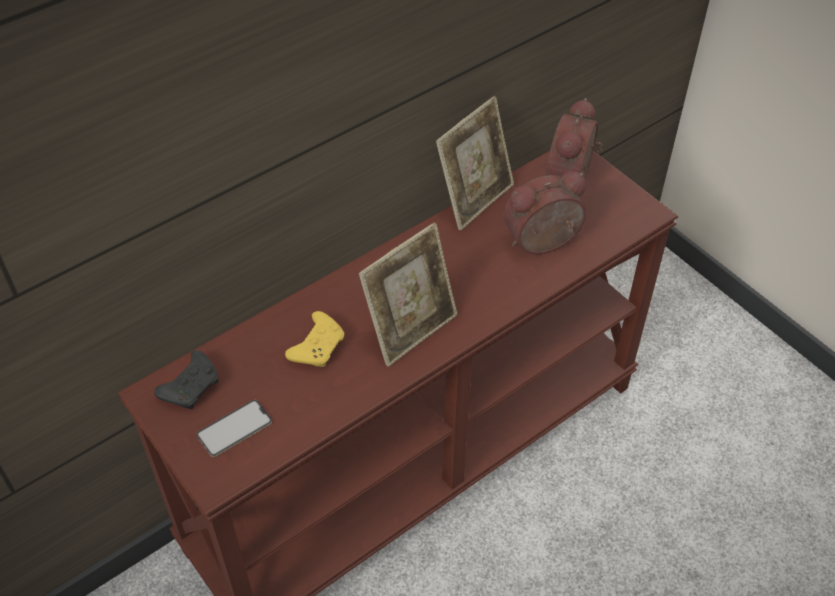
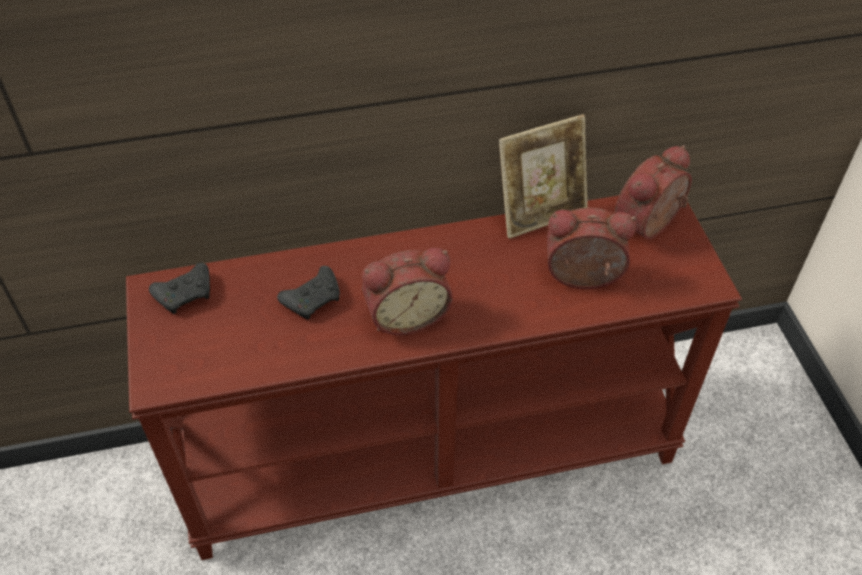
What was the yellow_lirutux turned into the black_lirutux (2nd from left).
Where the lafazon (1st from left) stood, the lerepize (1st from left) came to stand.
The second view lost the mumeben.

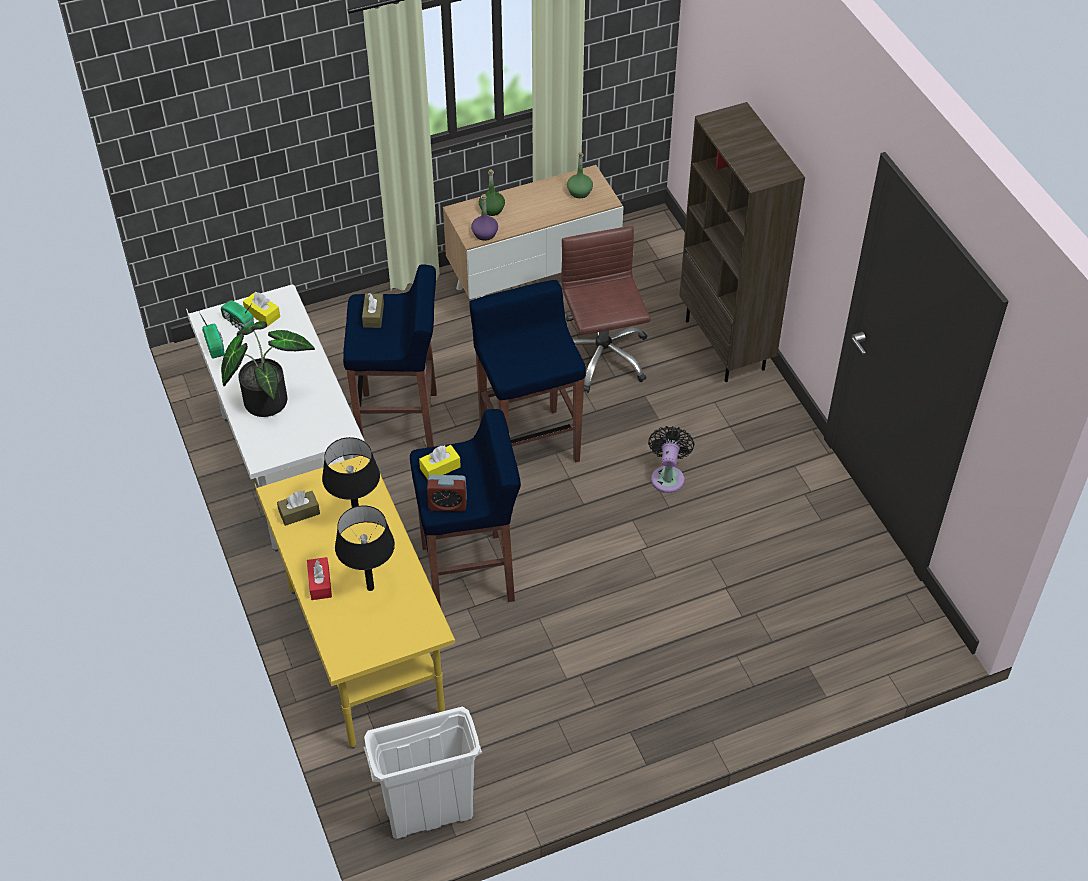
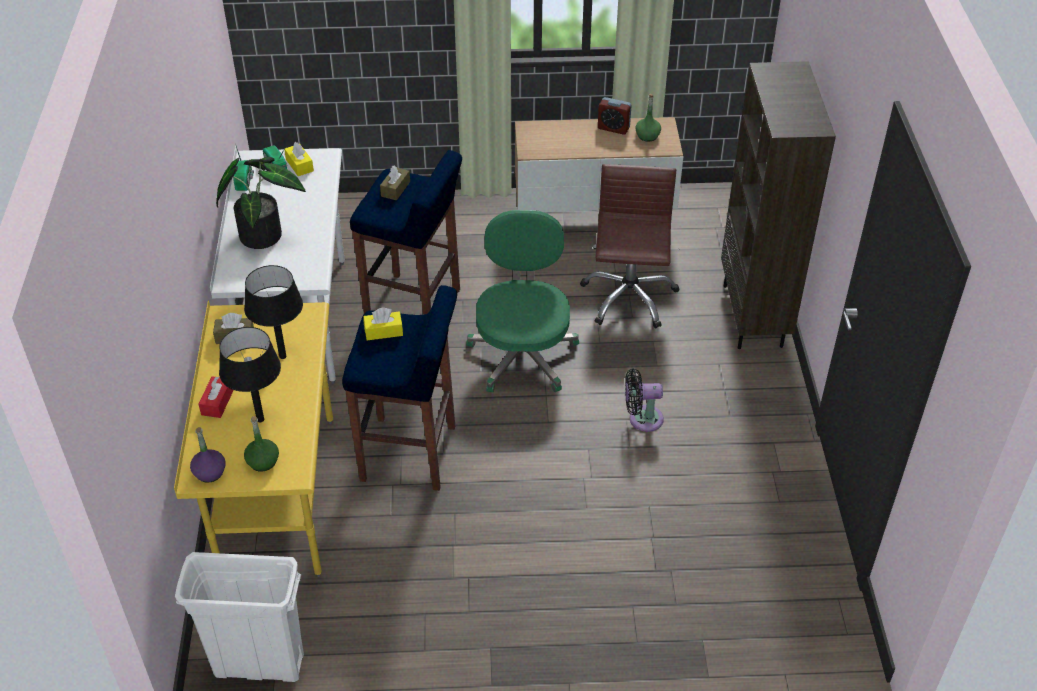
The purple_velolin ended up elsewhere.
The green_velolin (1st from left) ended up elsewhere.
Where the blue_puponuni (3rd from left) stood, the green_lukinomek came to stand.
The lerepize ended up elsewhere.
The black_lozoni ended up facing another way, 120 degrees counterclockwise from before.

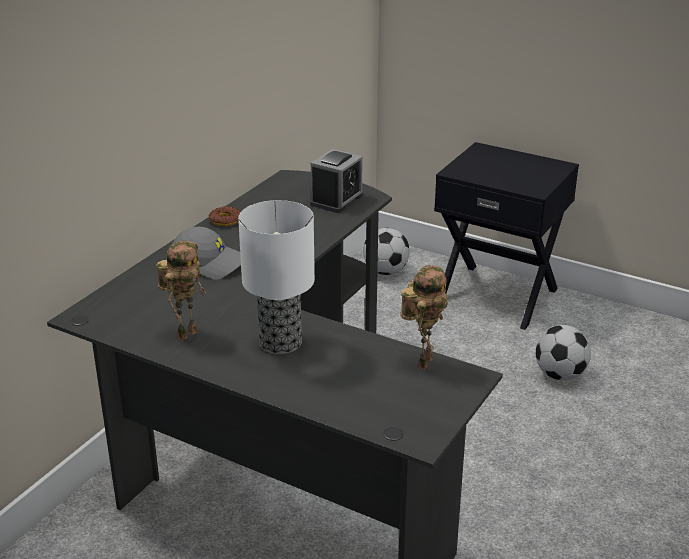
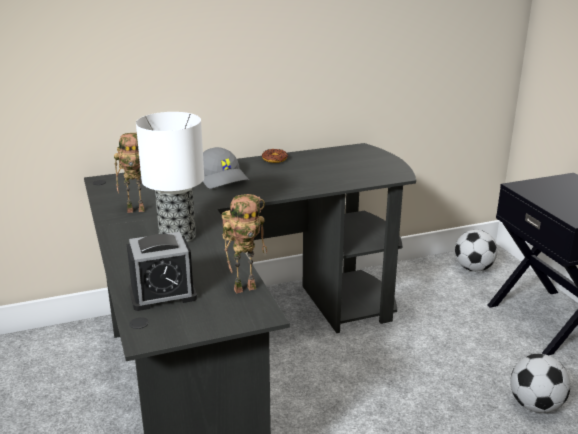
The lerepize ended up elsewhere.

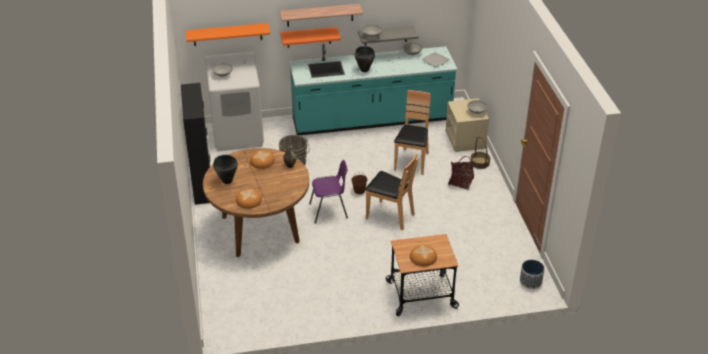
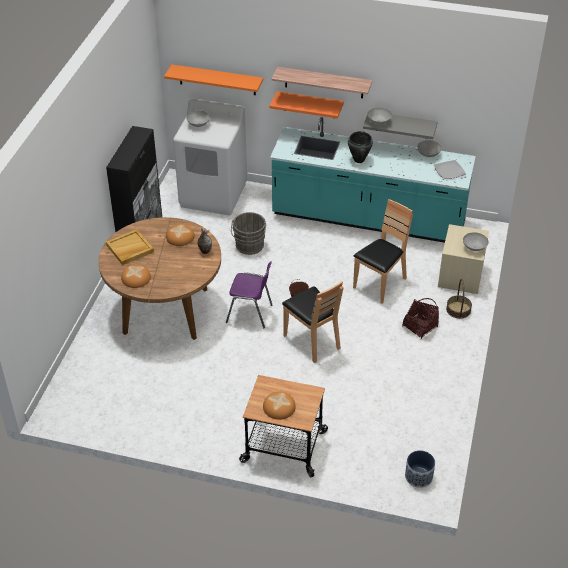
Where the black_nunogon (1st from left) stood, the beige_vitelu came to stand.

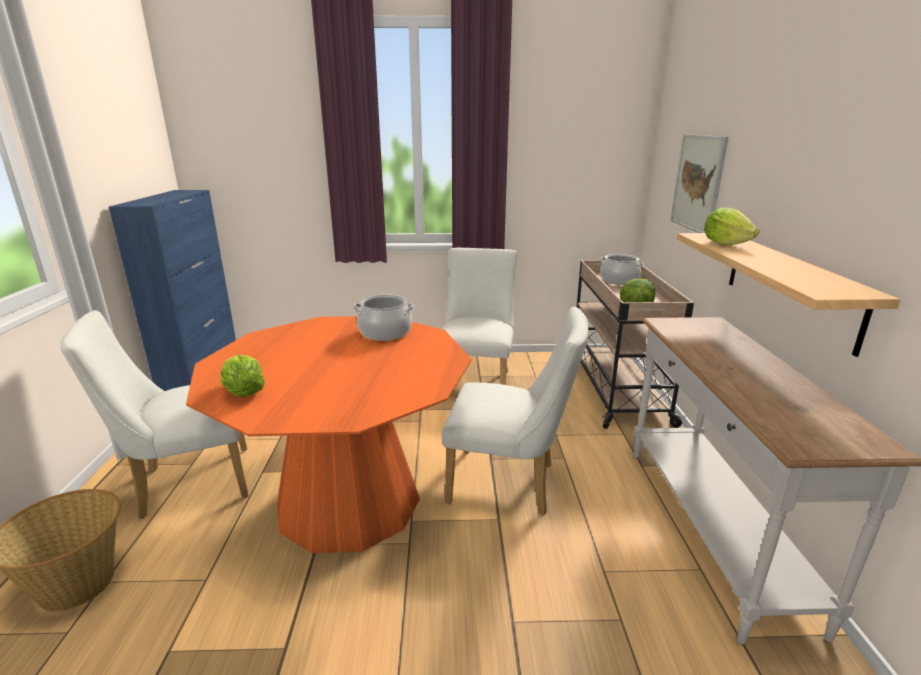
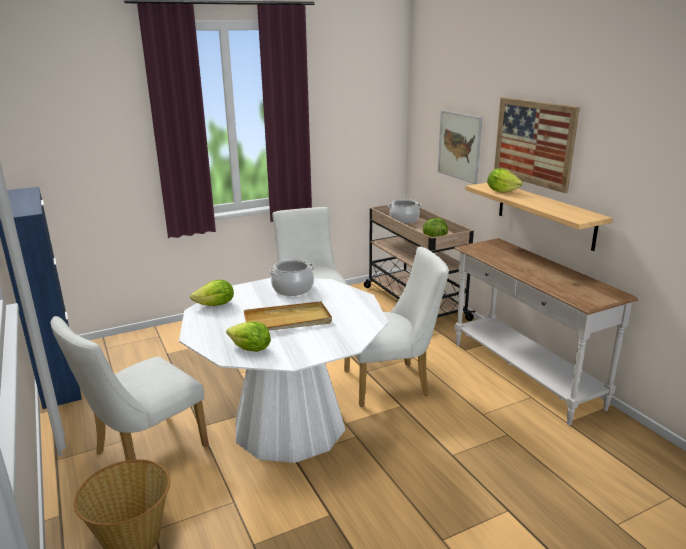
What was the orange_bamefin turned into the white_bamefin.
The second view gained the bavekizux (1st from left).
The second view gained the beige_vitelu.
The second view gained the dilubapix (2nd from left).

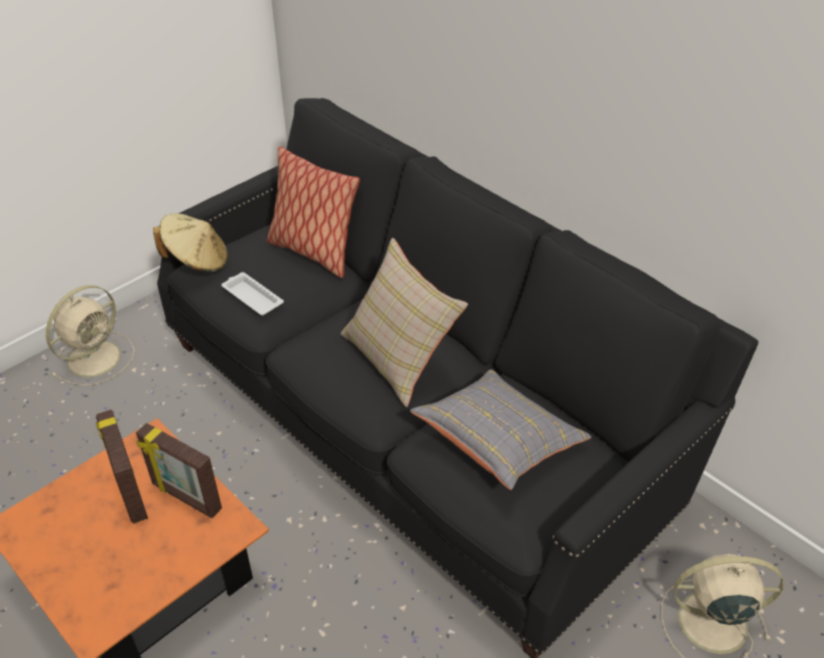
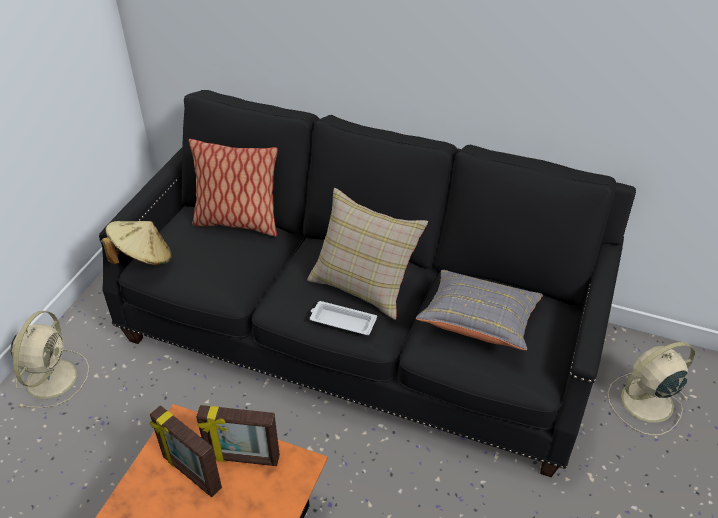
The white_vitelu ended up elsewhere.

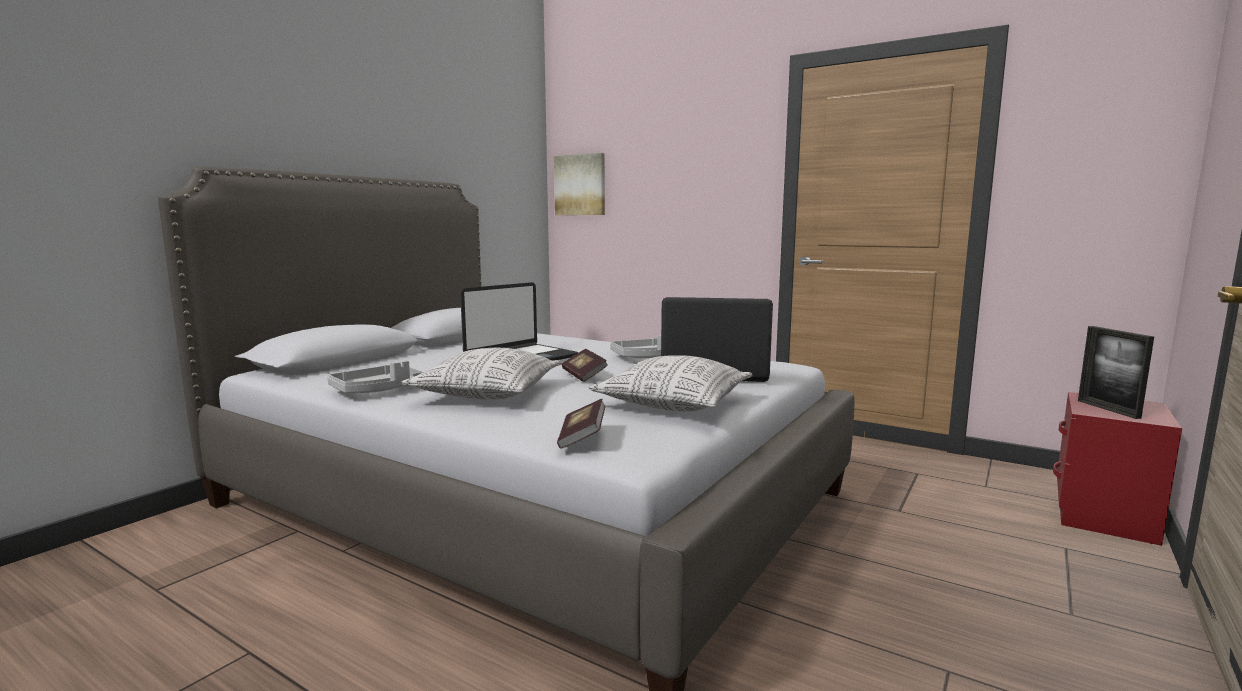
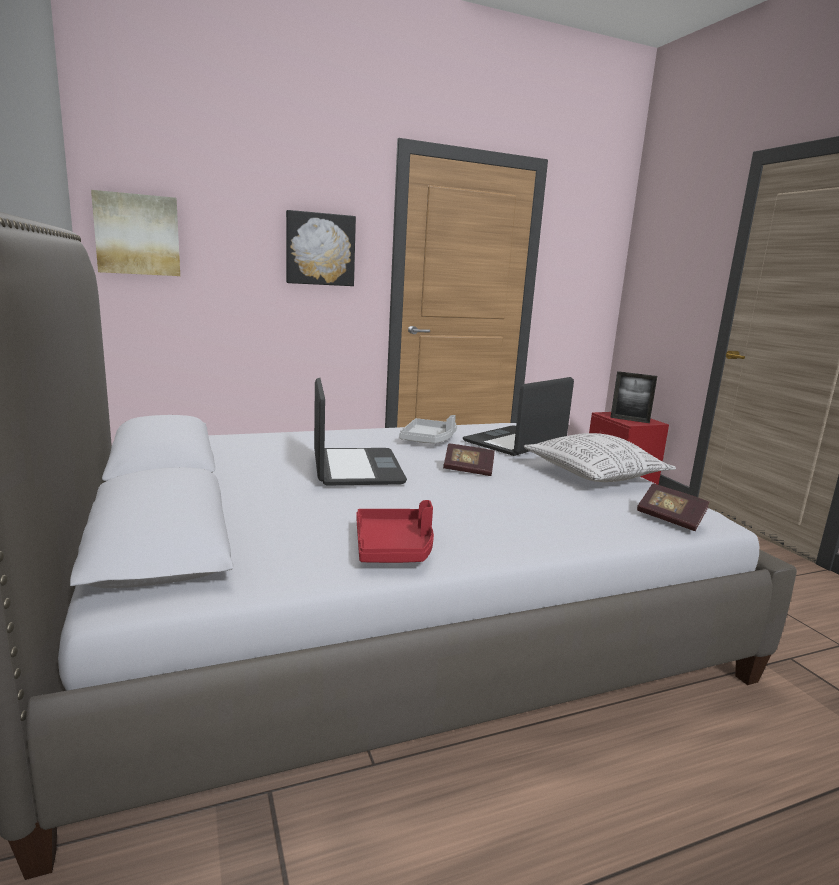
The second view gained the dilubapix (2nd from left).
What was the grey_vitelu (1st from left) turned into the red_vitelu.
The second view lost the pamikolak (1st from left).

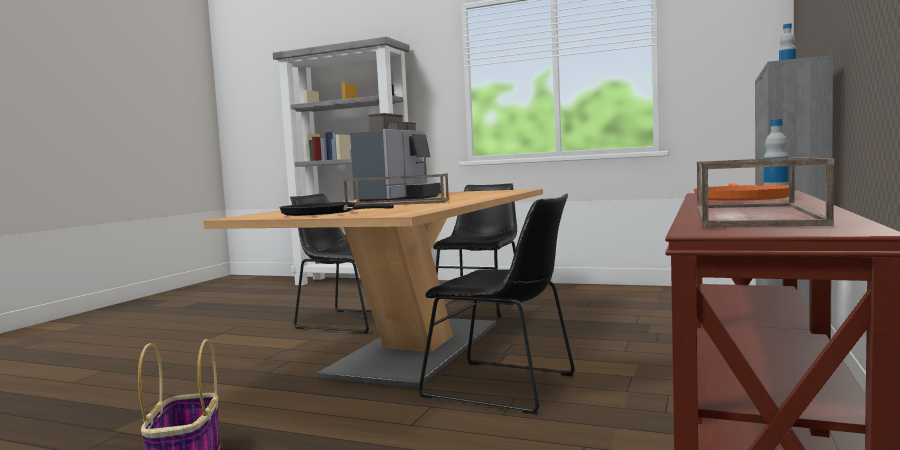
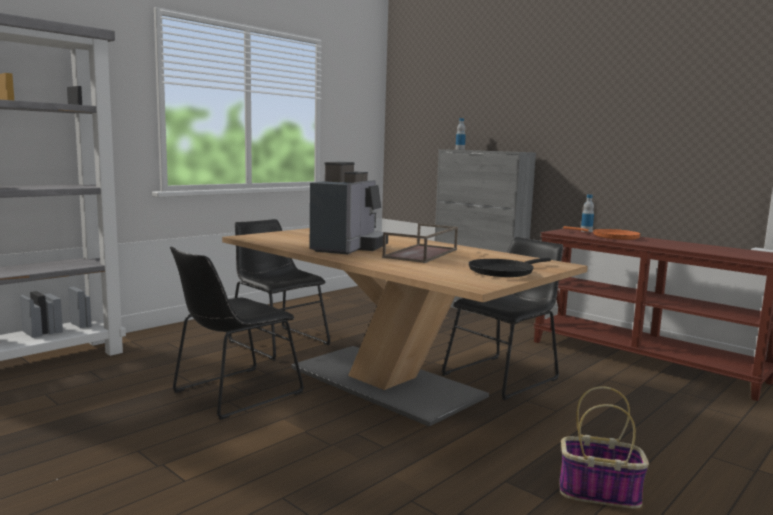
The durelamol ended up facing another way, 60 degrees clockwise from before.
The second view lost the brown_vitelu (2nd from left).

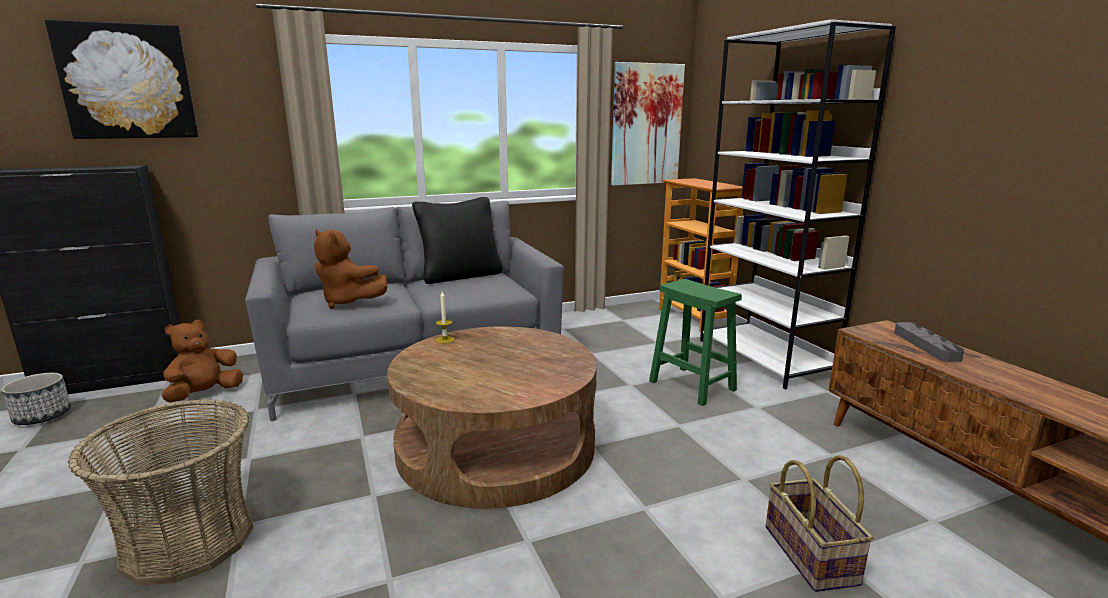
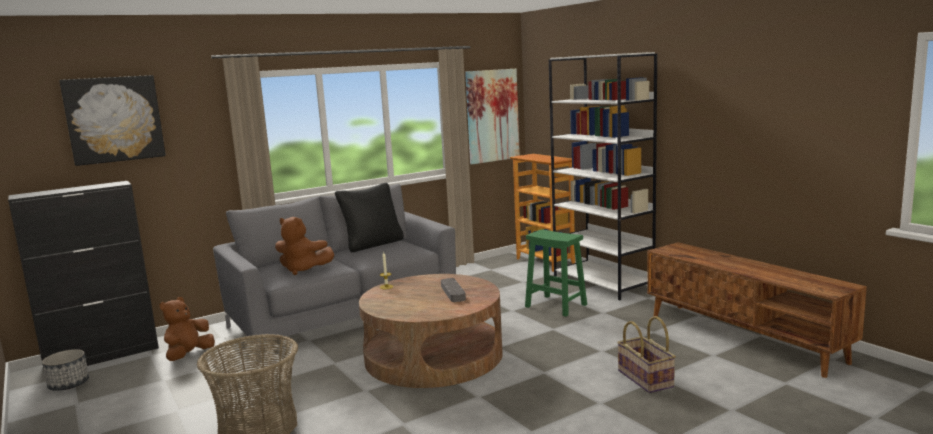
The grey_vitelu ended up elsewhere.

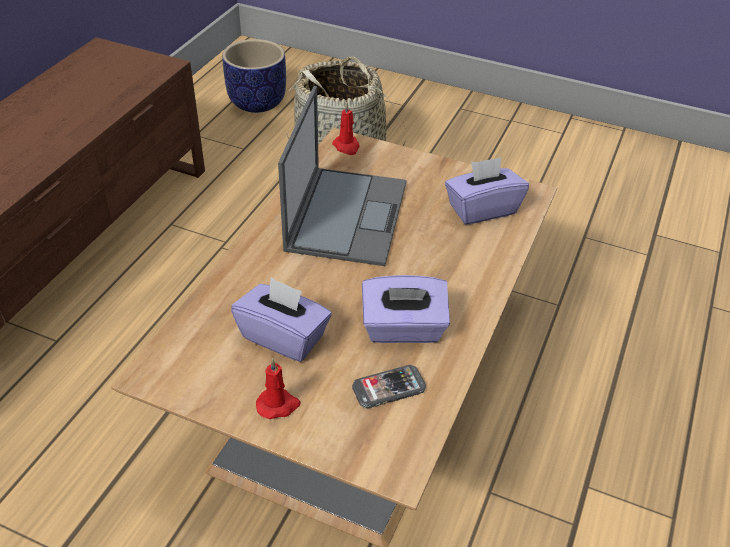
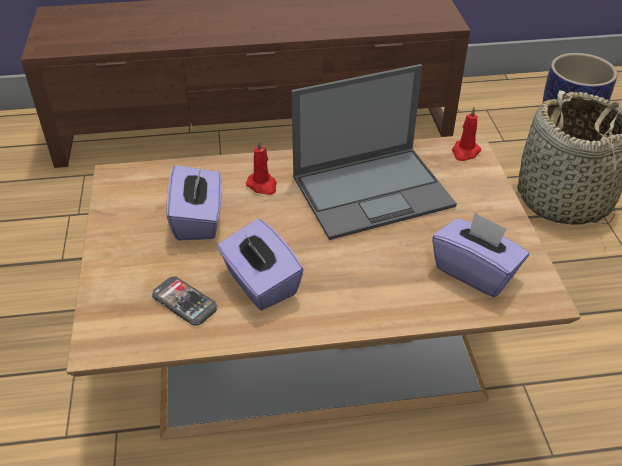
The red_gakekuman (1st from left) ended up elsewhere.

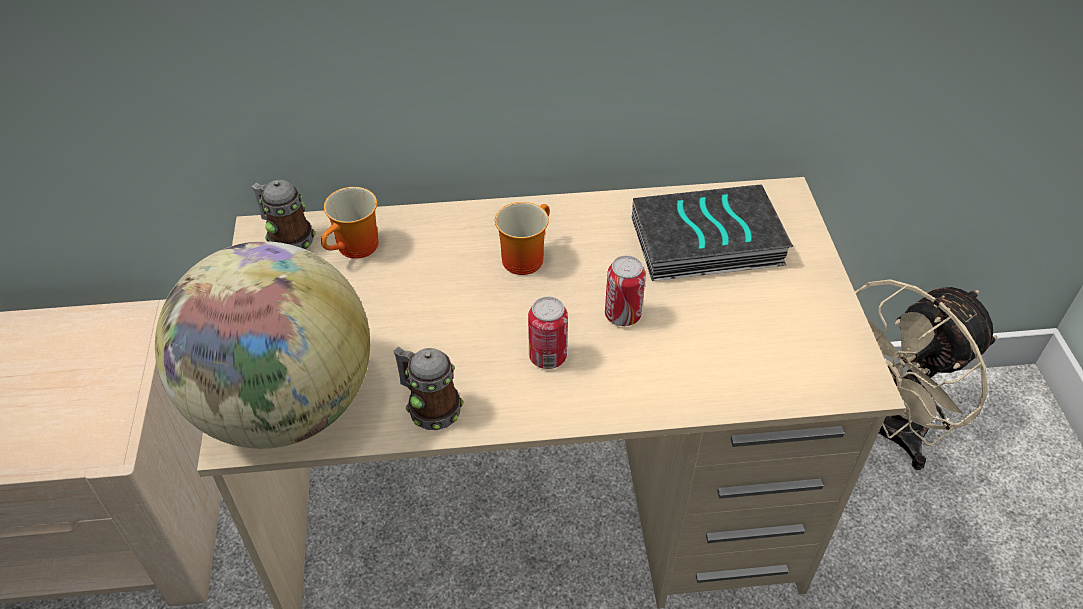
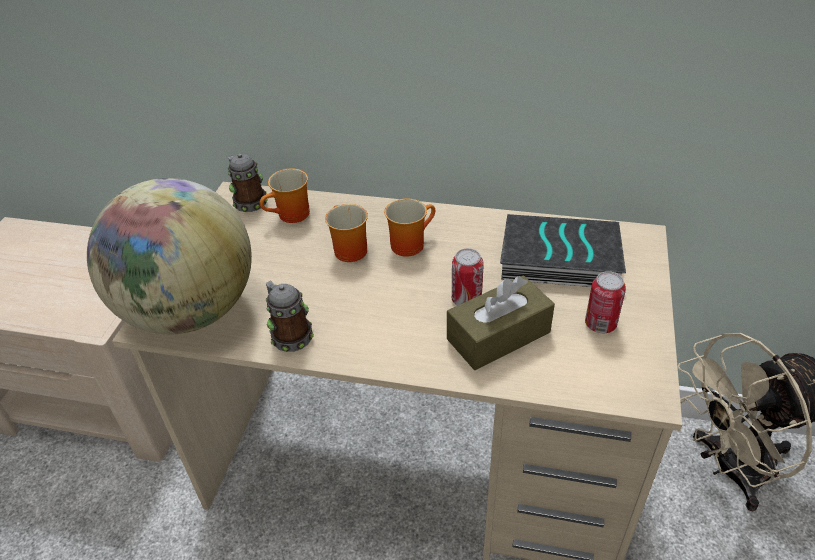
The second view gained the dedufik (4th from left).
The second view gained the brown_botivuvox.
The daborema (1st from left in the first image) ended up elsewhere.

